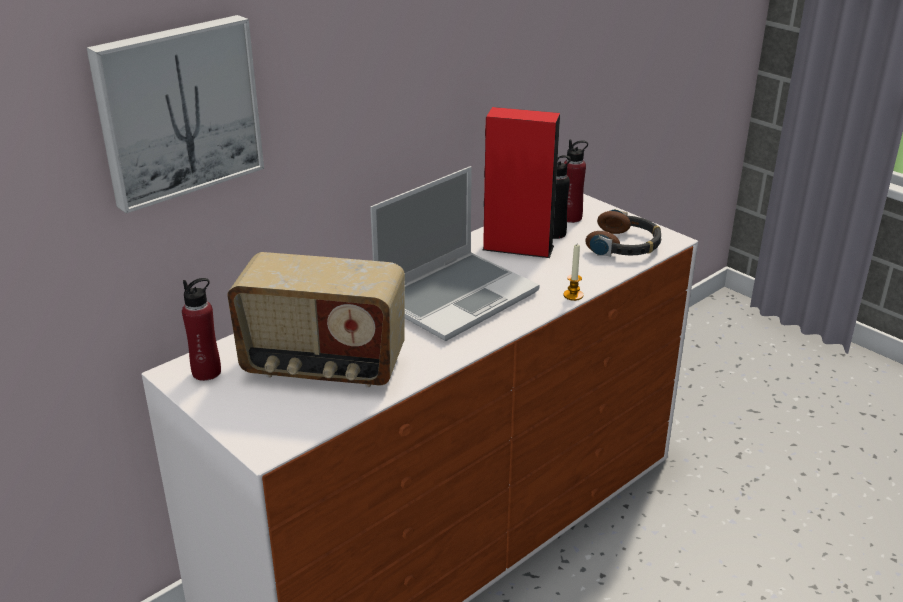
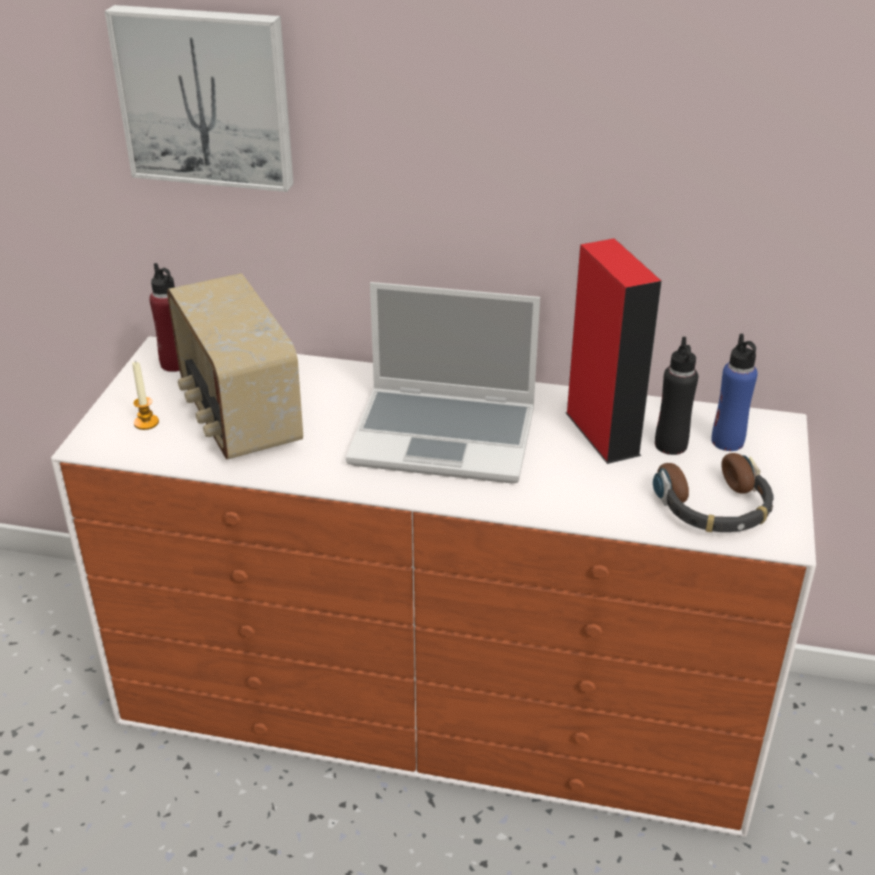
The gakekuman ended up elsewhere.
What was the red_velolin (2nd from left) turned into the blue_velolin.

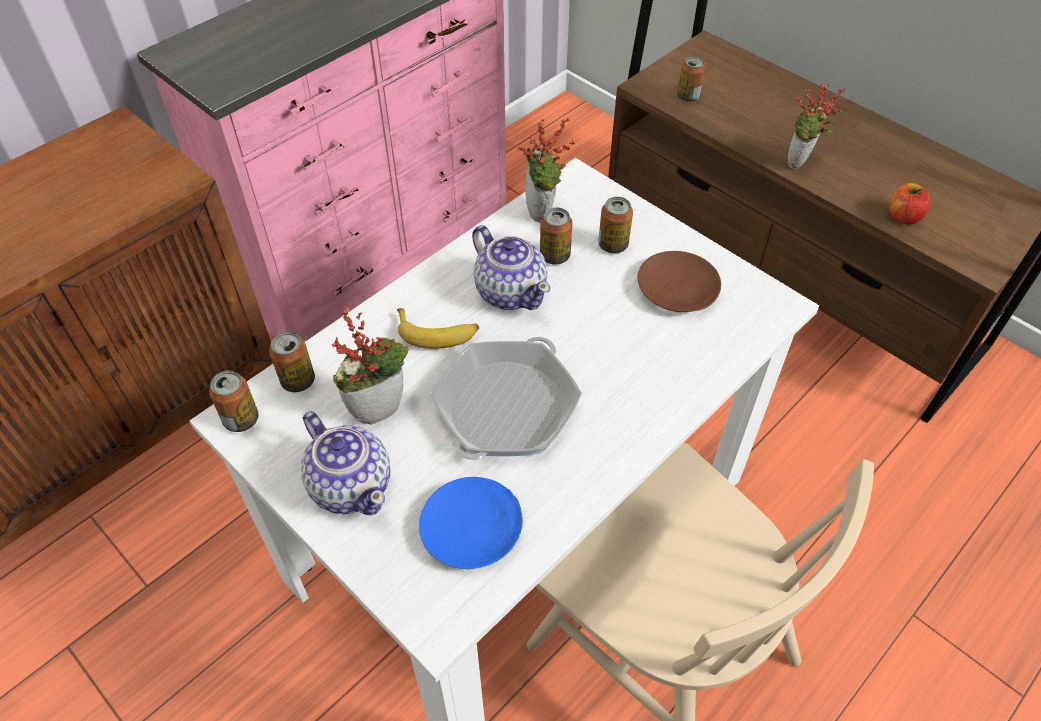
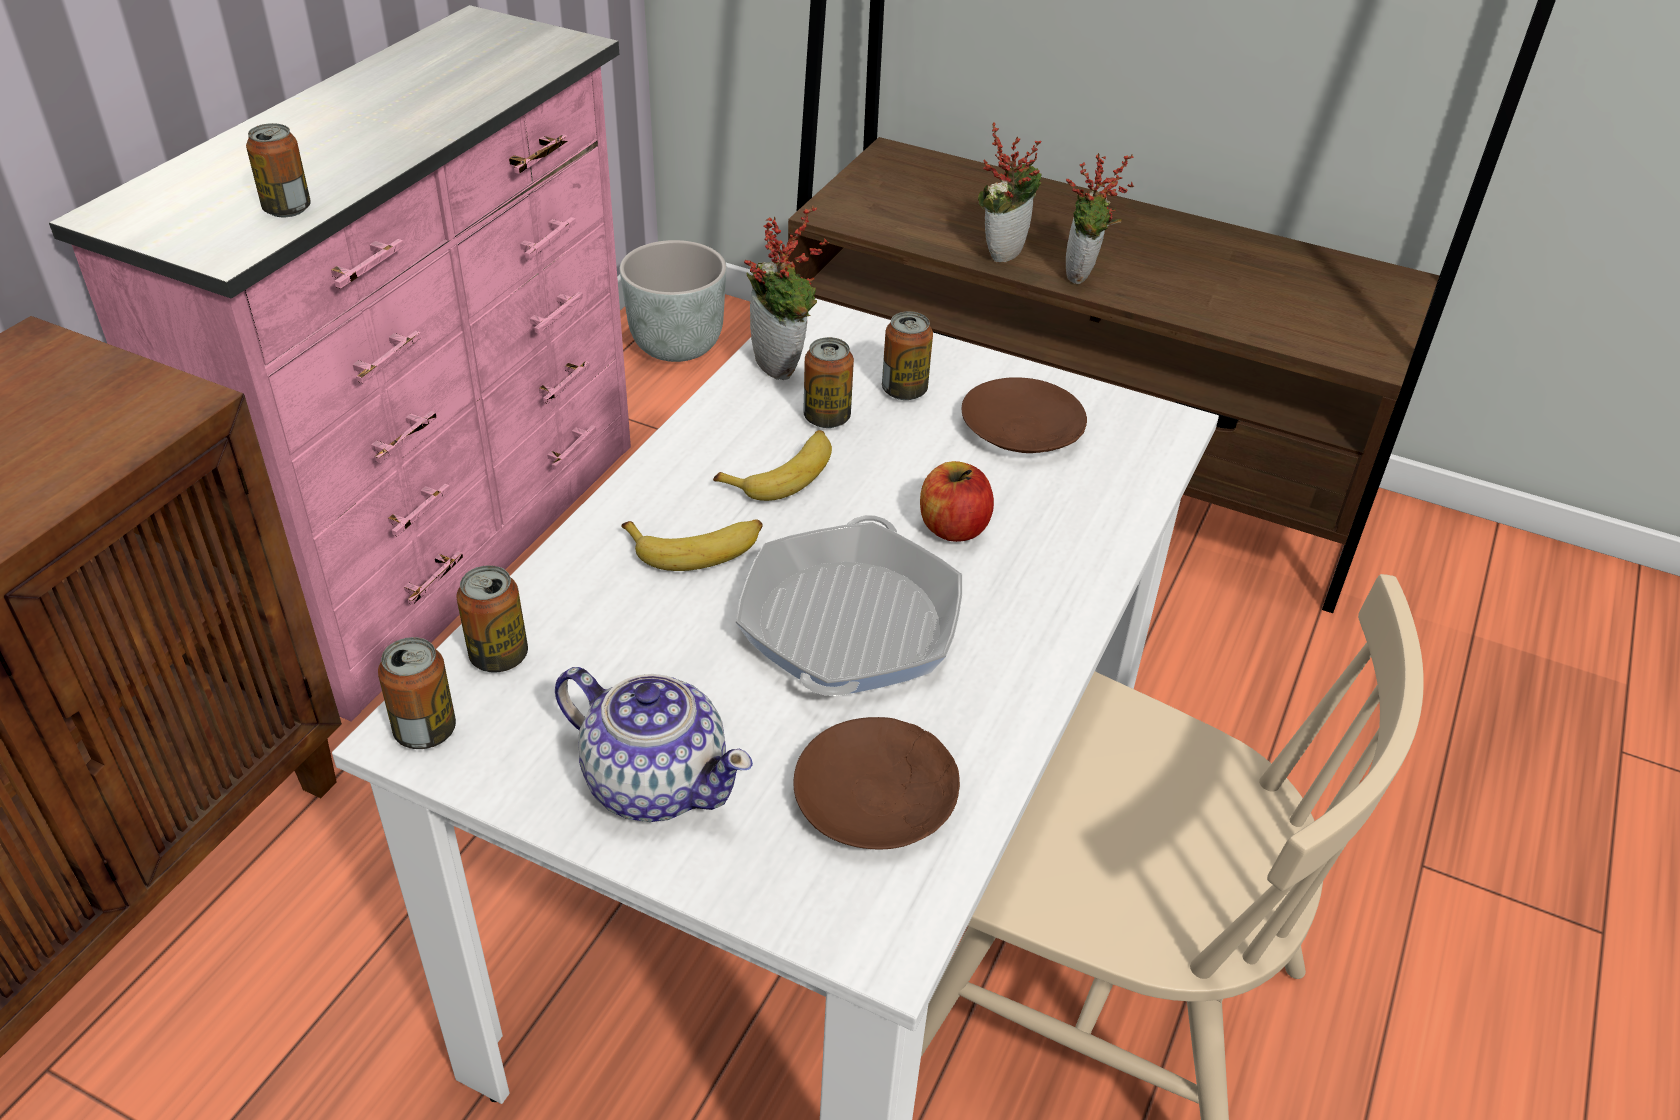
The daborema (5th from left in the first image) ended up elsewhere.
The second view gained the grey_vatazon.
Where the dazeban (2nd from left) stood, the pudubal (2nd from left) came to stand.
What was the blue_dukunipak turned into the brown_dukunipak (1st from left).
The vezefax ended up elsewhere.
The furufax (1st from left in the first image) ended up elsewhere.

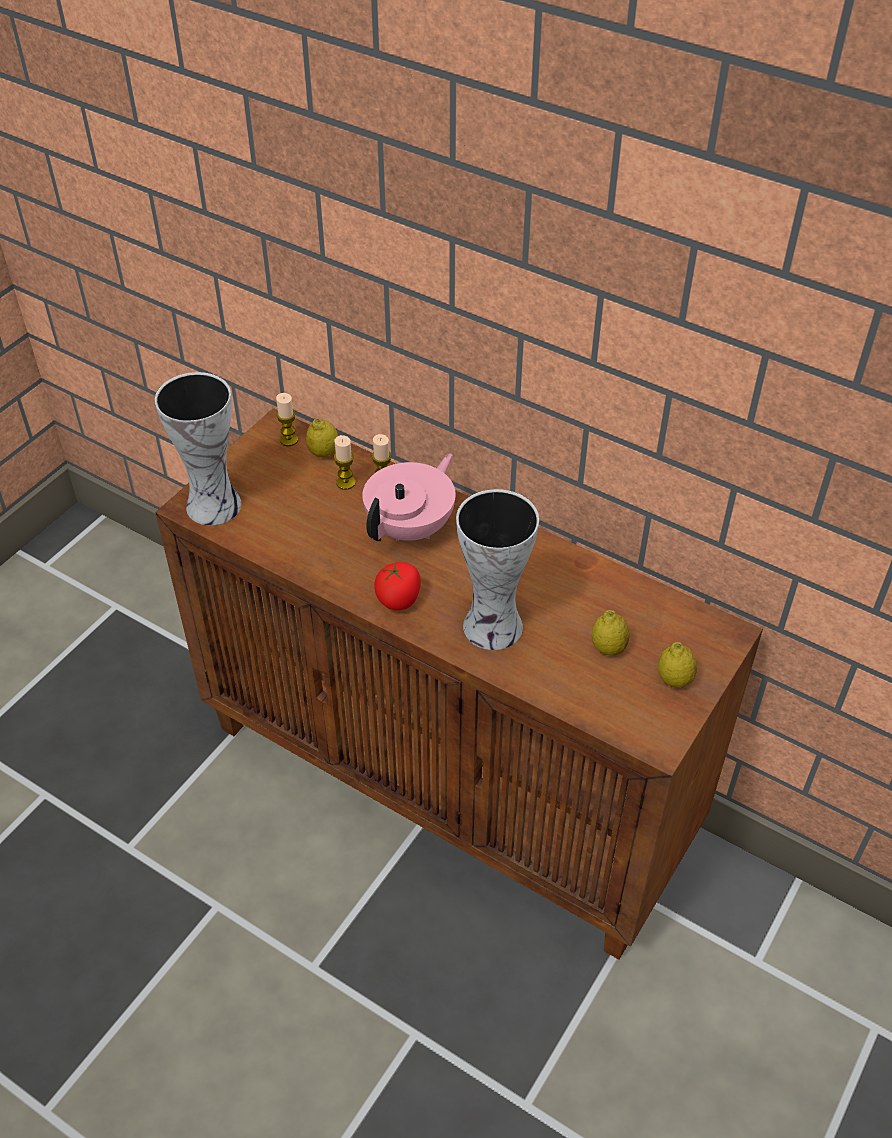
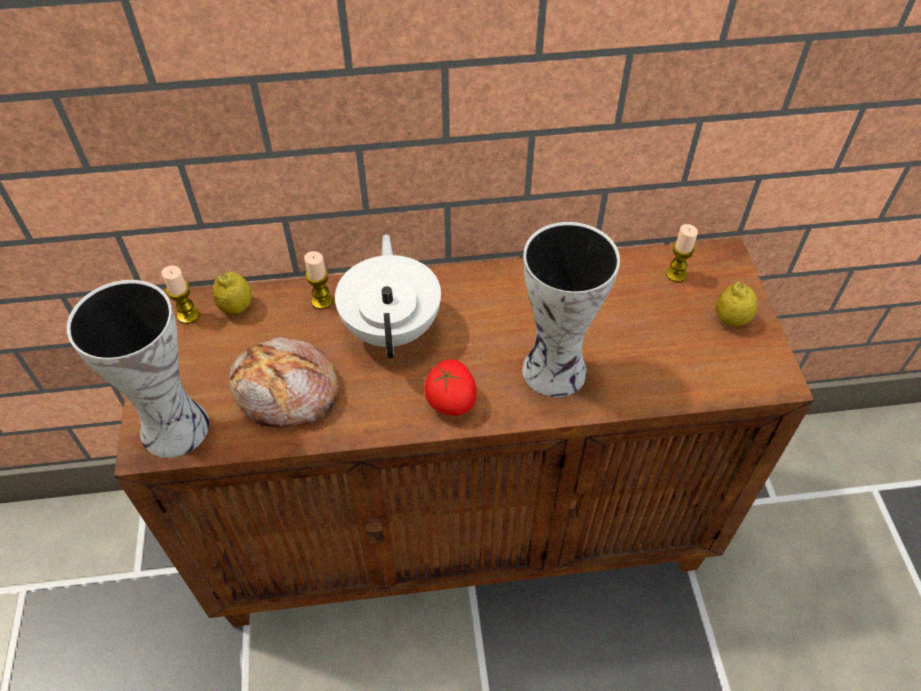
The second view gained the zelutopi.
What was the pink_dazeban turned into the white_dazeban.
The gakekuman (2nd from left in the first image) ended up elsewhere.
The second view lost the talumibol (2nd from left).

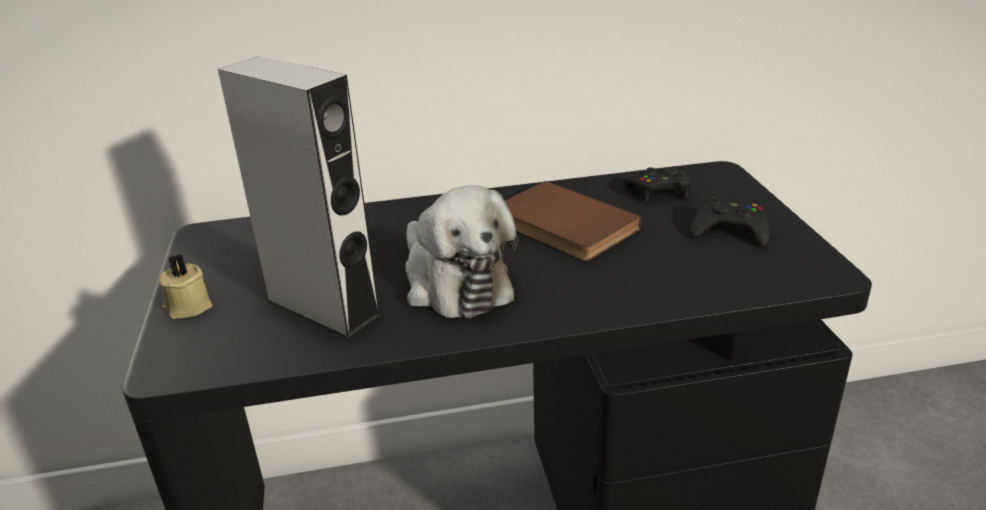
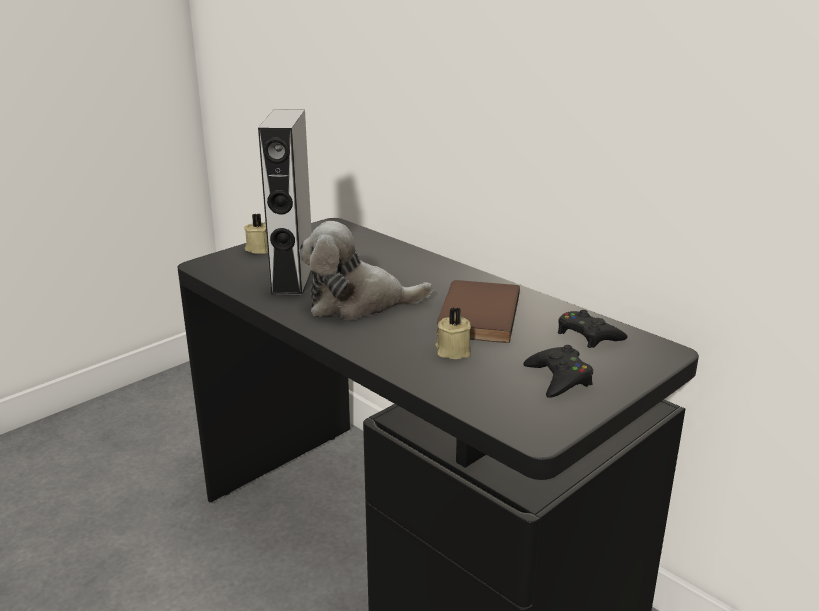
The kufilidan ended up facing another way, 60 degrees clockwise from before.
The second view gained the beige_gakekuman (2nd from left).

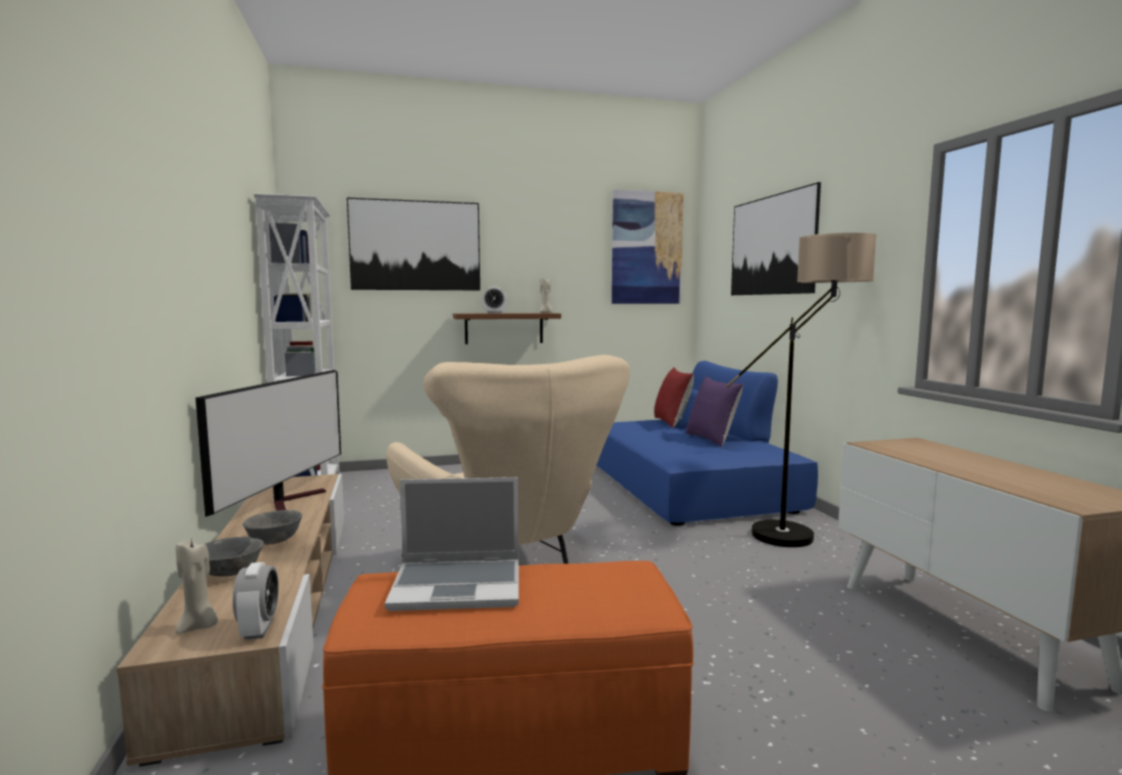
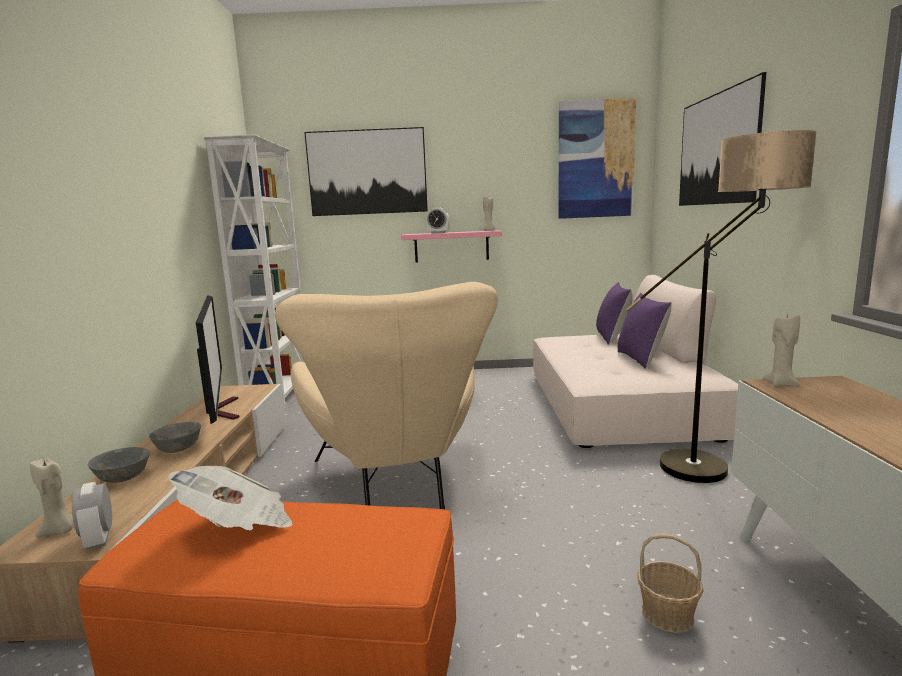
The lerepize (1st from left) ended up facing another way, 150 degrees clockwise from before.
Where the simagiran stood, the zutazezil came to stand.
The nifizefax ended up facing another way, 45 degrees counterclockwise from before.
What was the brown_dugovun turned into the pink_dugovun.
What was the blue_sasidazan turned into the beige_sasidazan.
What was the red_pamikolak turned into the purple_pamikolak (1st from left).
The second view gained the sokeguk.
The second view gained the beige_gakekuman (3rd from left).

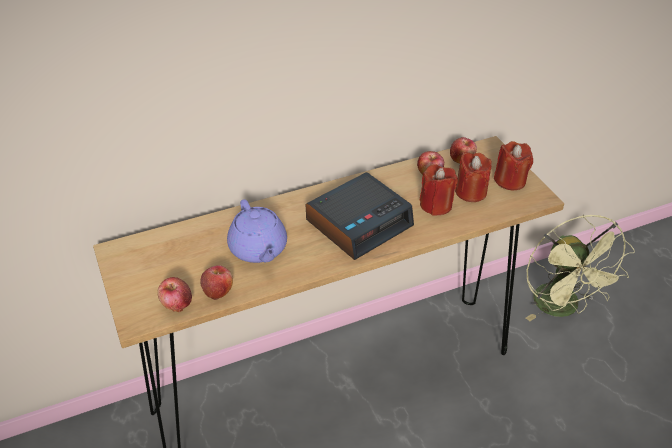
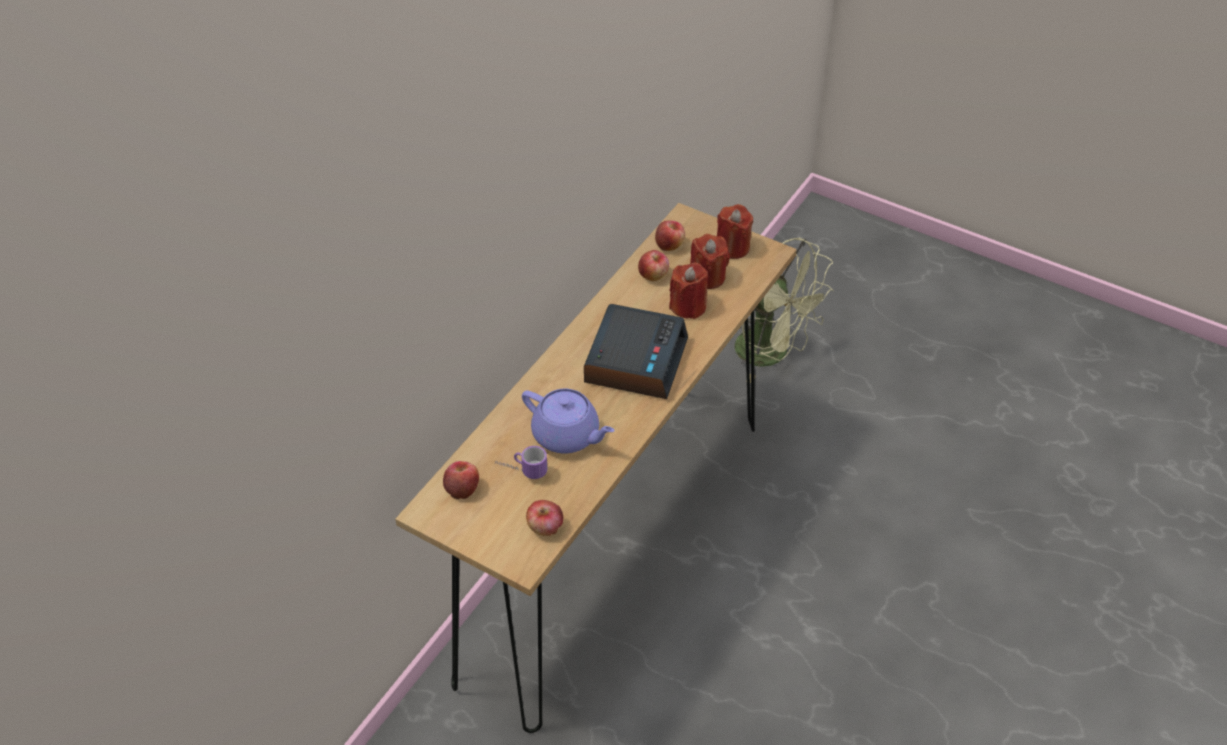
The vezefax (2nd from left in the first image) ended up elsewhere.
The second view gained the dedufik.

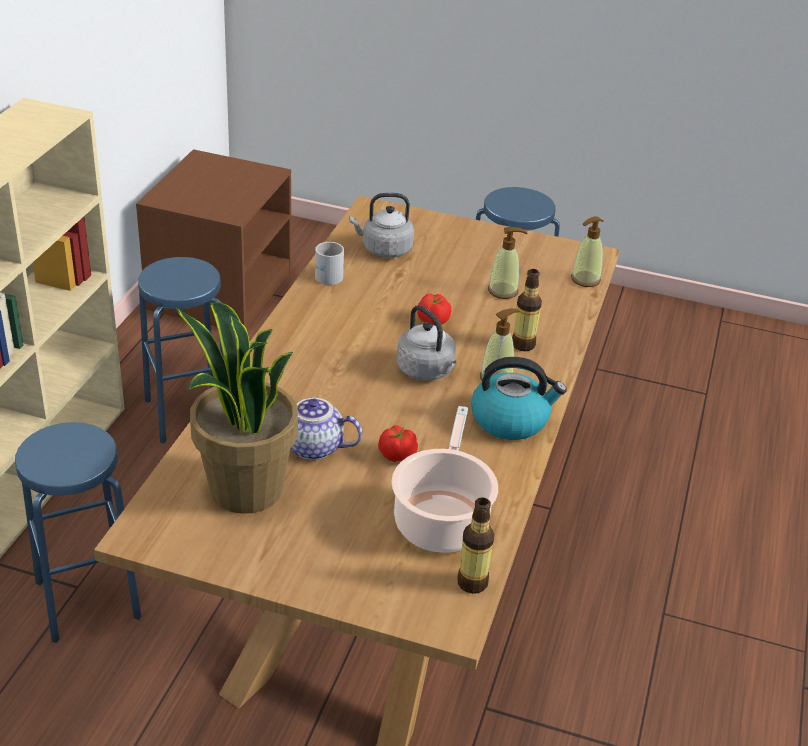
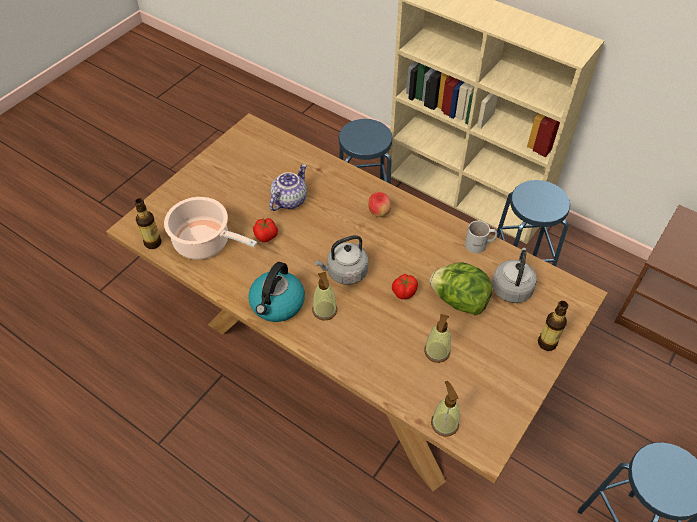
The second view gained the vezefax.
The second view gained the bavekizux.
The velolin (2nd from left) ended up elsewhere.
The second view lost the furufax.

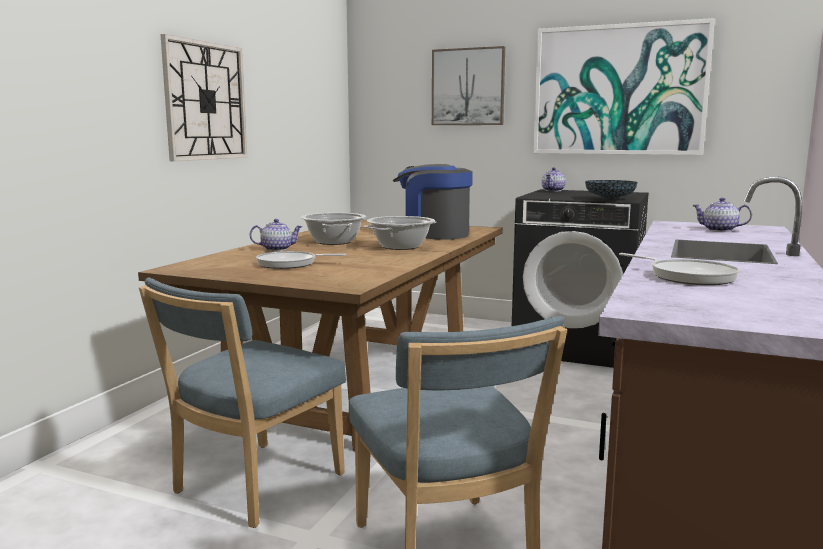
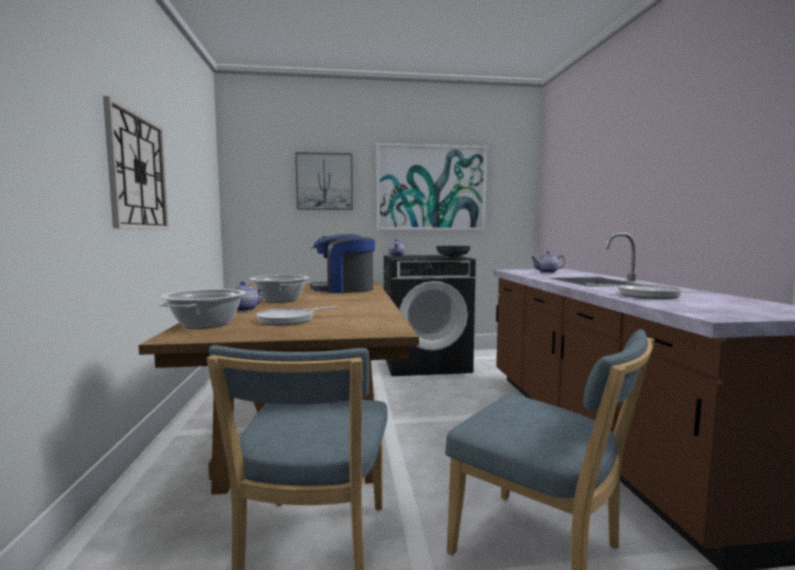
The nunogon (2nd from left in the first image) ended up elsewhere.

